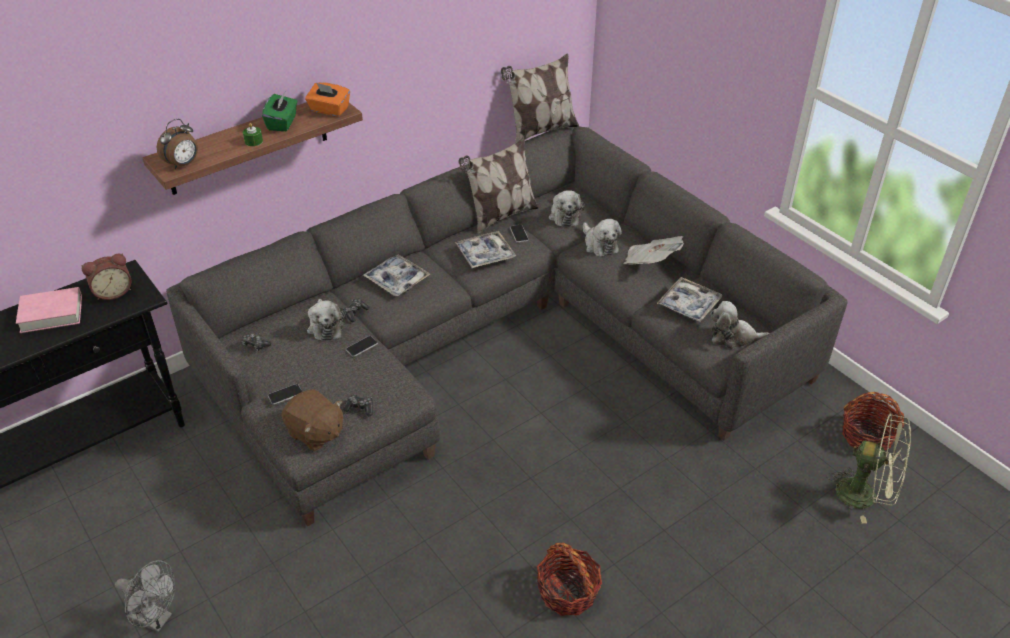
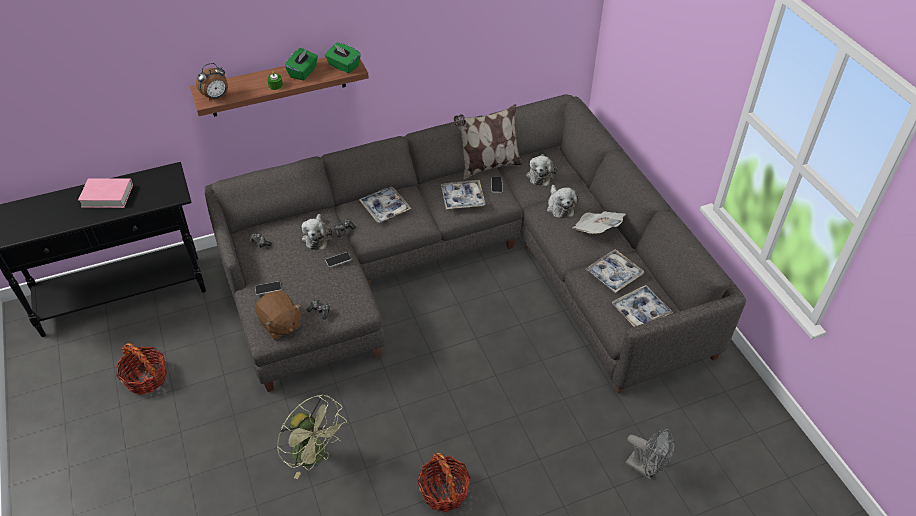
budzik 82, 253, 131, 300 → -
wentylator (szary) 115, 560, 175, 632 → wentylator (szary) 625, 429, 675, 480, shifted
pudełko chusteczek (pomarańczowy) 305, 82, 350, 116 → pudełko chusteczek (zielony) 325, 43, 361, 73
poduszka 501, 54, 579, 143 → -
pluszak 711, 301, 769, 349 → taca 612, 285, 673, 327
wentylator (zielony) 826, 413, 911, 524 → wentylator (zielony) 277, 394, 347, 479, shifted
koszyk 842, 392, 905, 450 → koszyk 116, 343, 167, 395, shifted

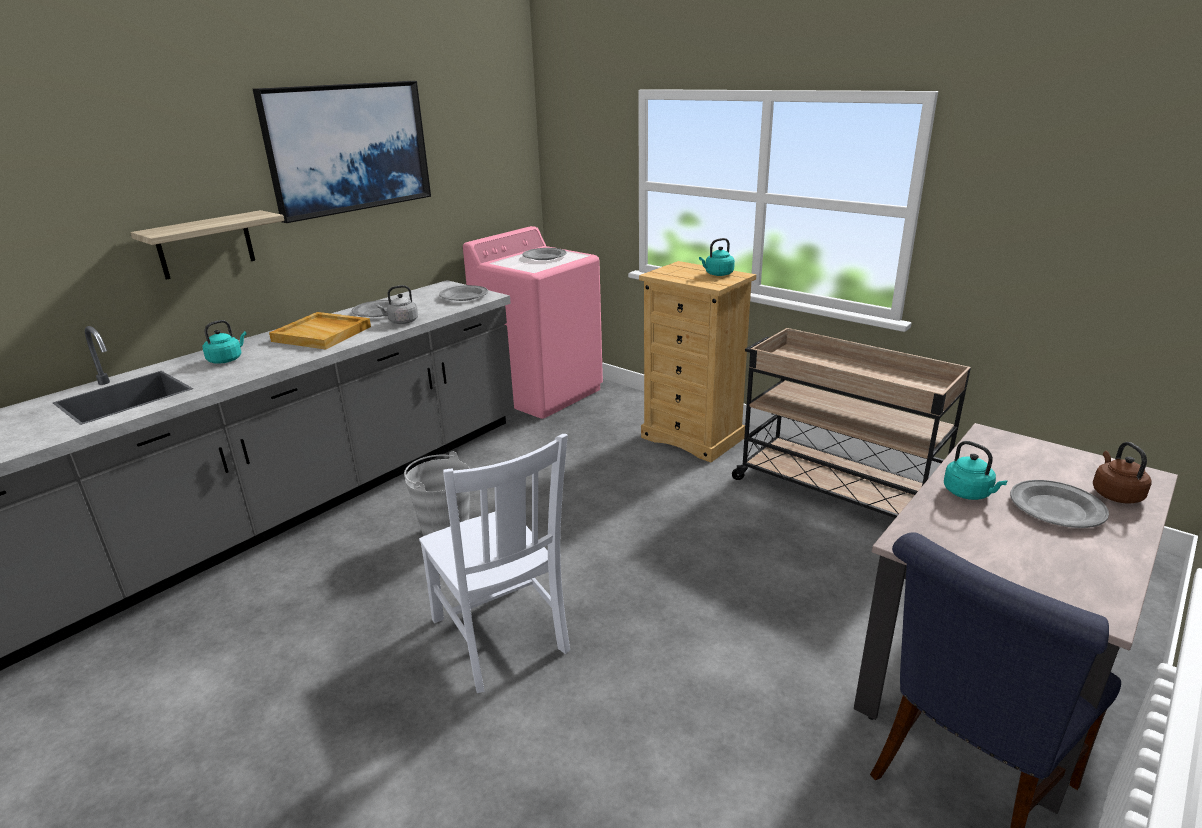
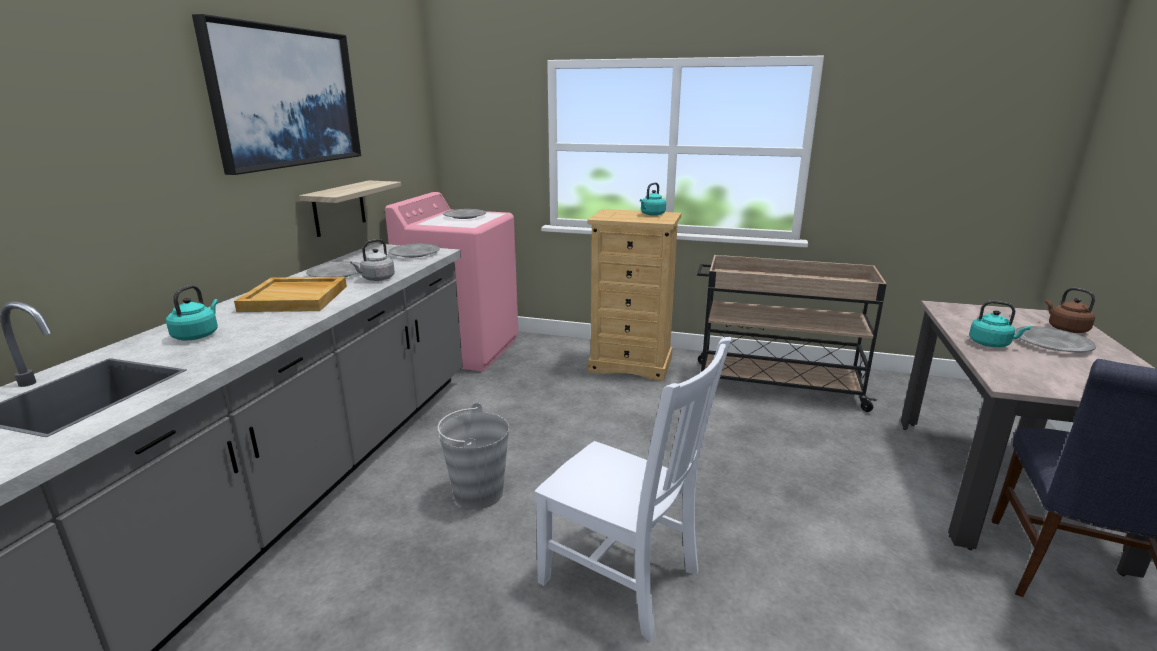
półka 130, 210, 284, 280 → półka 299, 180, 401, 237, shifted

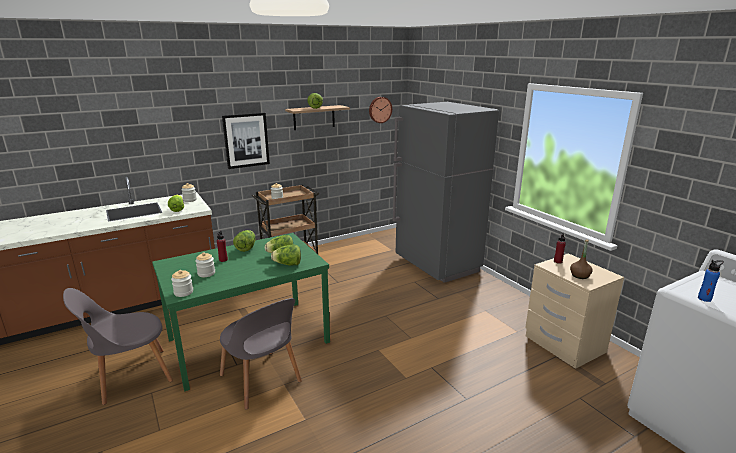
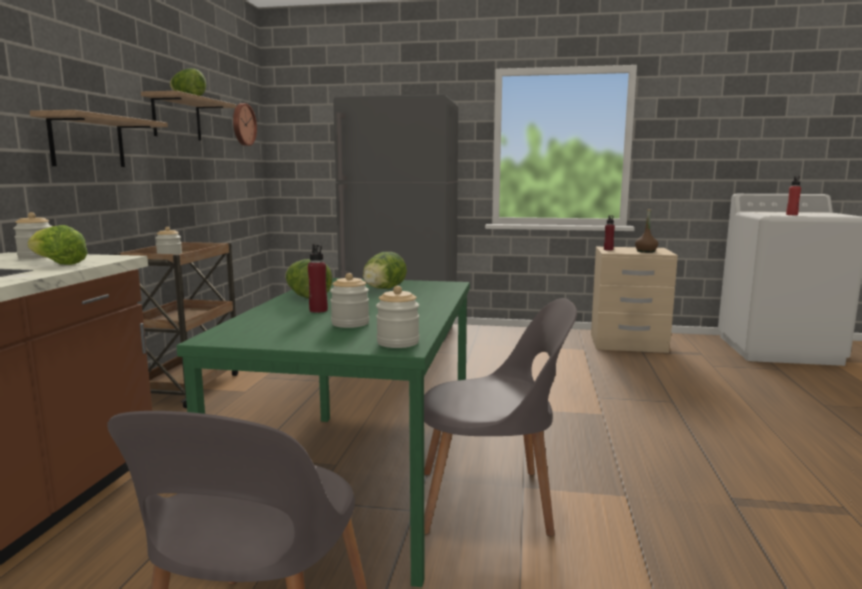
obraz 222, 113, 270, 169 → półka 30, 110, 168, 167
sałata 271, 245, 301, 265 → -
butelka (niebieski) 698, 260, 724, 302 → butelka (czerwony) 786, 176, 801, 215

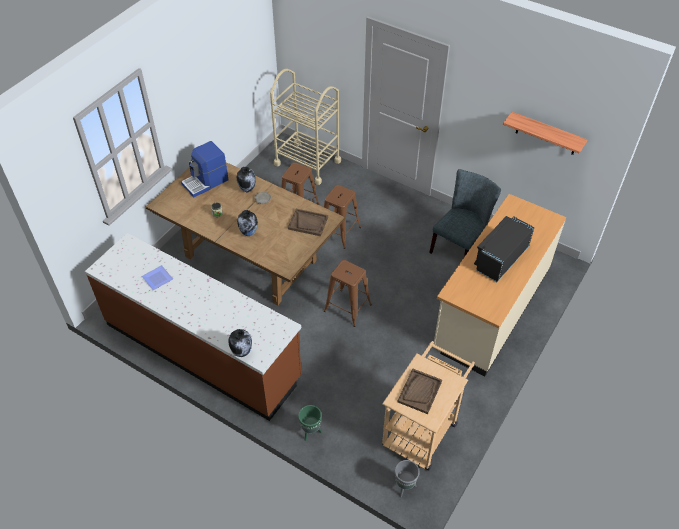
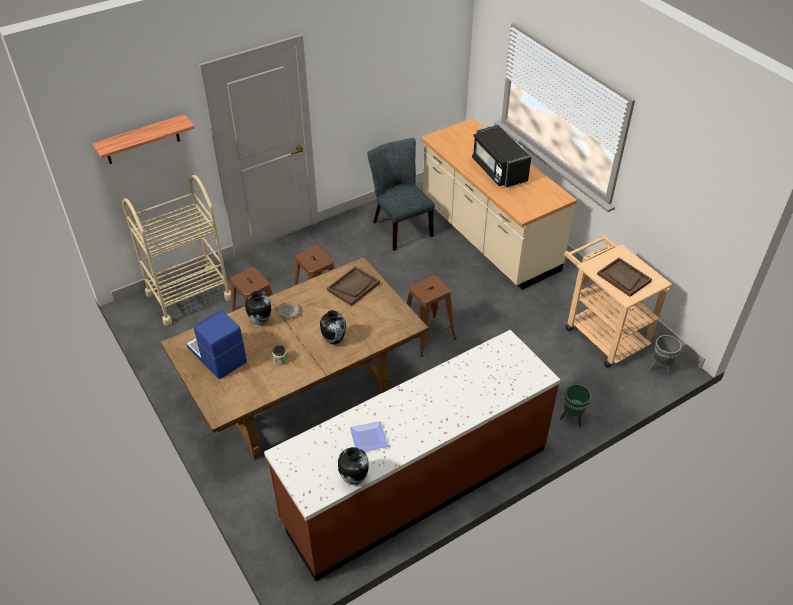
ekspres do kawy 181, 141, 229, 198 → ekspres do kawy 186, 311, 247, 379, 150 degrees clockwise
wazon 228, 329, 252, 357 → wazon 338, 447, 369, 485, shifted
półka 503, 112, 587, 155 → półka 92, 114, 194, 164, shifted

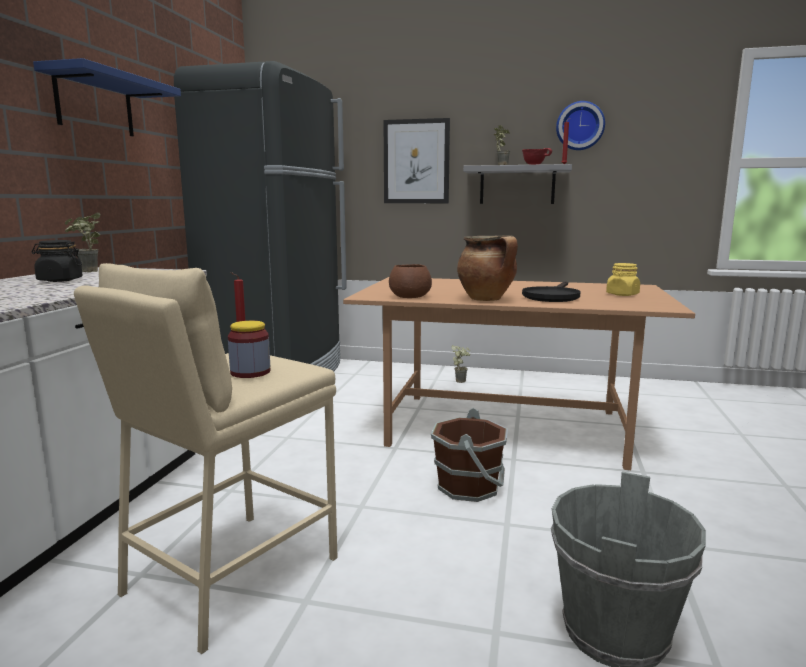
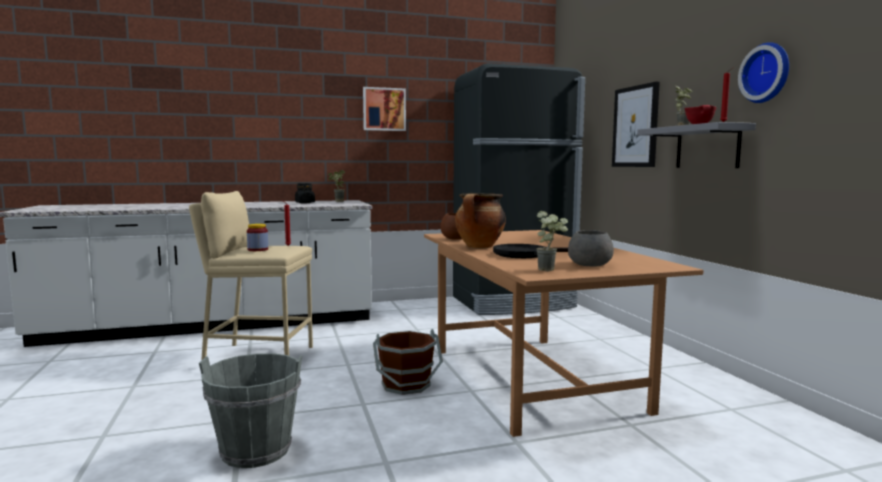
półka (niebieski) 33, 58, 181, 137 → obraz 363, 87, 406, 131
roślina doniczkowa 451, 345, 470, 383 → roślina doniczkowa 536, 211, 568, 271, shifted
słoik (żółty) 606, 263, 640, 296 → miska (szary) 568, 230, 614, 266

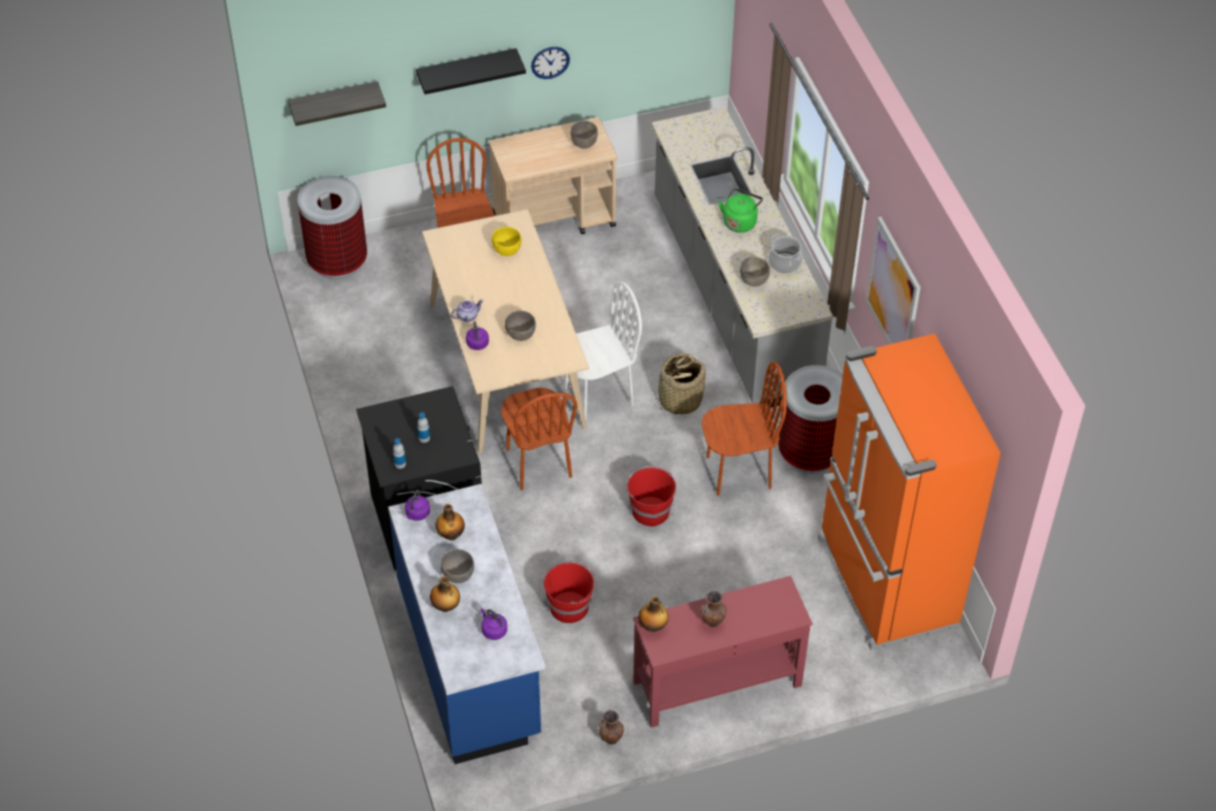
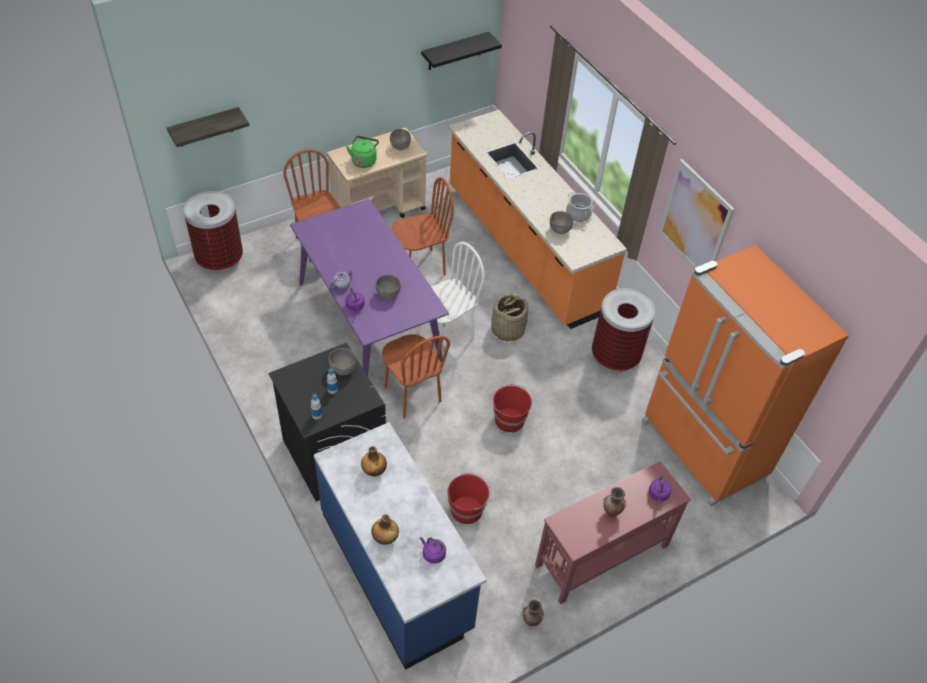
czajnik (fioletowy) 405, 490, 430, 521 → czajnik (fioletowy) 649, 475, 671, 502, shifted
półka (czarny) 416, 48, 526, 94 → półka (czarny) 421, 32, 502, 70, shifted
stół jadalny (beżowy) 422, 209, 589, 453 → stół jadalny (fioletowy) 290, 199, 449, 374
miska (szary) 440, 549, 474, 583 → miska (szary) 328, 348, 356, 375, shifted
miska (żółty) 492, 227, 521, 256 → -
zegar ścienny 531, 47, 570, 79 → -
butelka 638, 596, 669, 632 → -
zabudowa kuchenna (szary) 651, 107, 833, 408 → zabudowa kuchenna (pomarańczowy) 448, 110, 627, 329
krzesło (brązowy) 702, 361, 787, 496 → krzesło (brązowy) 391, 177, 454, 276, shifted
czajnik (zielony) 718, 188, 763, 233 → czajnik (zielony) 346, 136, 379, 168, shifted

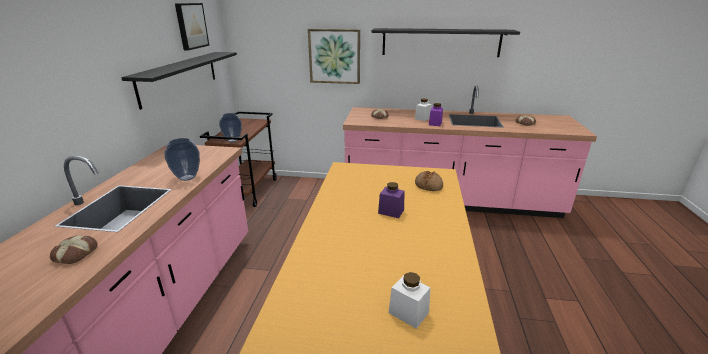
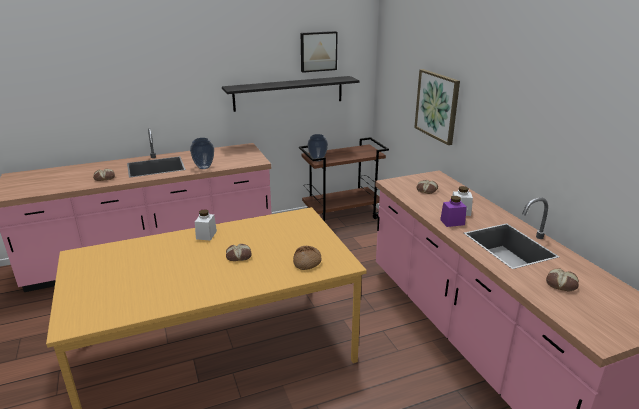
półka (czarny) 372, 28, 520, 57 → -
słoik (fioletowy) 378, 182, 404, 218 → chleb 226, 244, 252, 261
słoik (biały) 389, 272, 430, 329 → słoik (biały) 195, 209, 217, 241, shifted

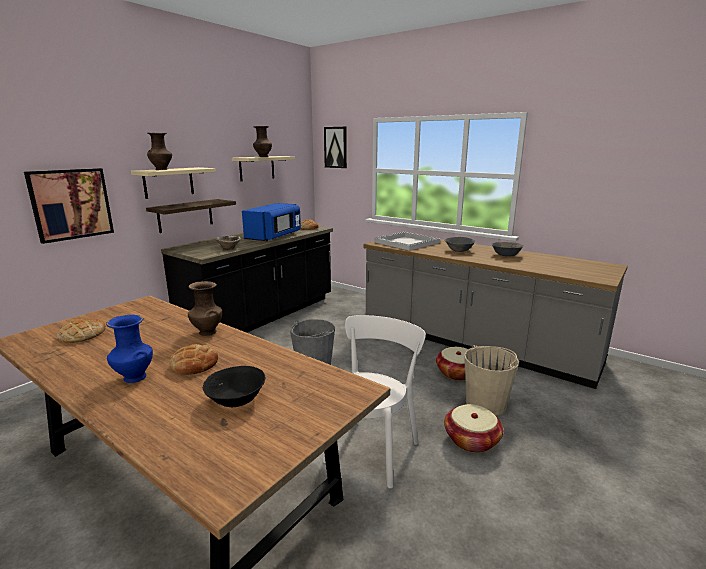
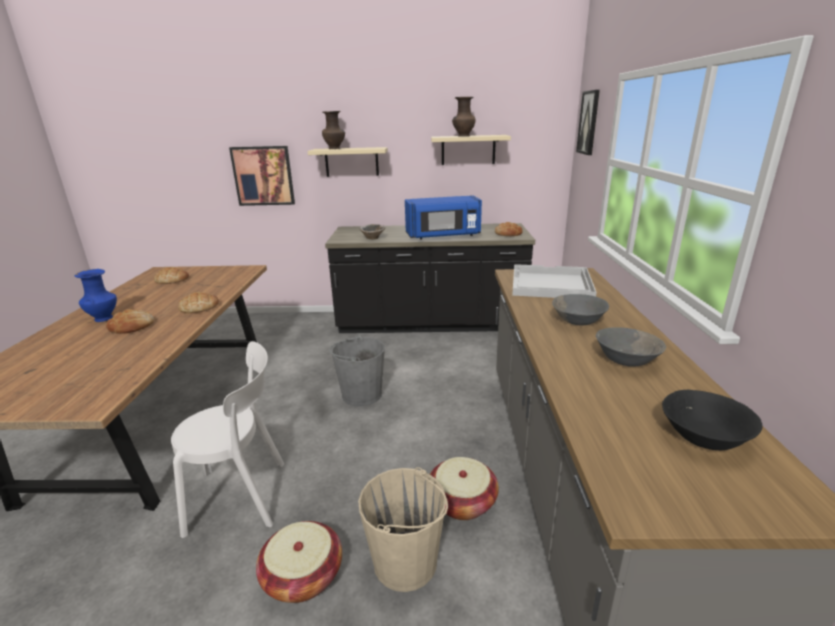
półka 146, 199, 236, 233 → -
wazon (brązowy) 188, 281, 222, 336 → chleb 178, 292, 219, 313
miska (czarny) 203, 366, 265, 407 → miska (czarny) 662, 390, 762, 450, shifted

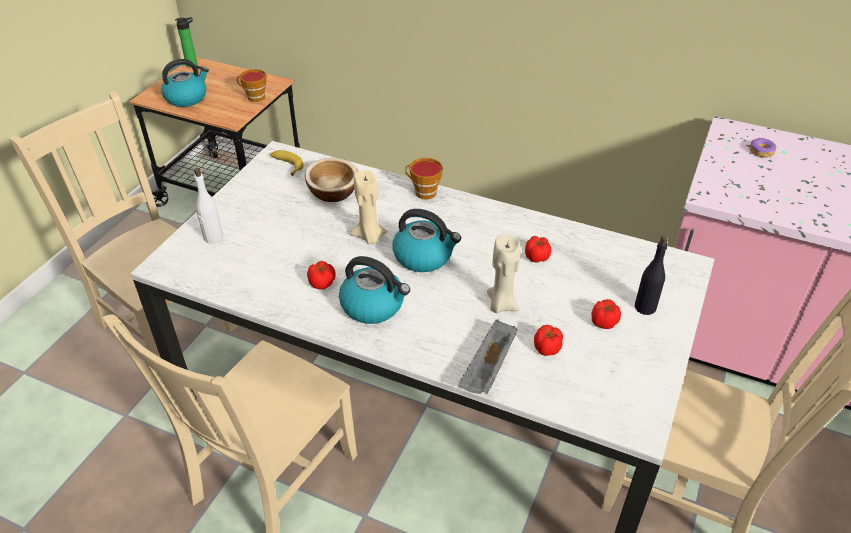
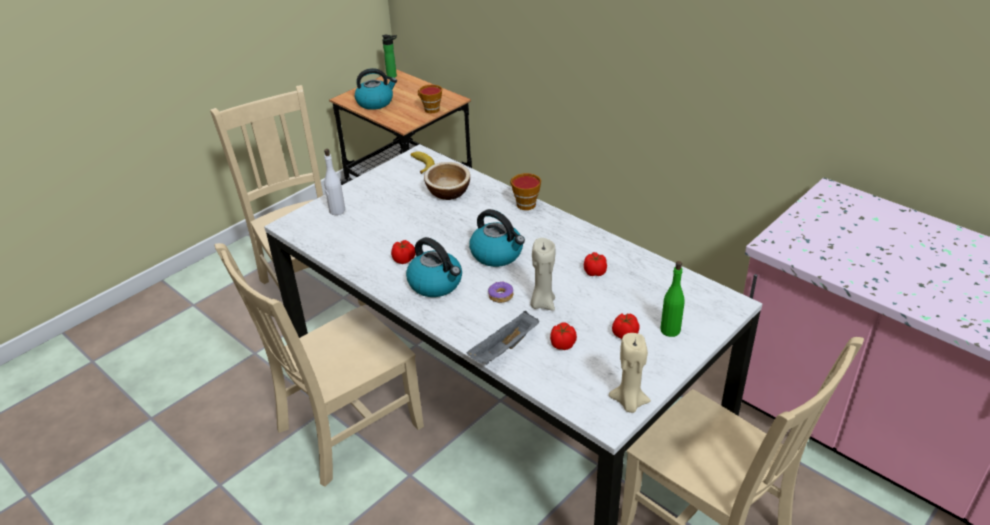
świeca (beżowy) 350, 171, 388, 244 → świeca (beżowy) 609, 333, 651, 413, shifted
butelka (czarny) 635, 236, 668, 315 → butelka (zielony) 660, 261, 685, 337
donut 750, 138, 776, 158 → donut 488, 281, 514, 303, shifted

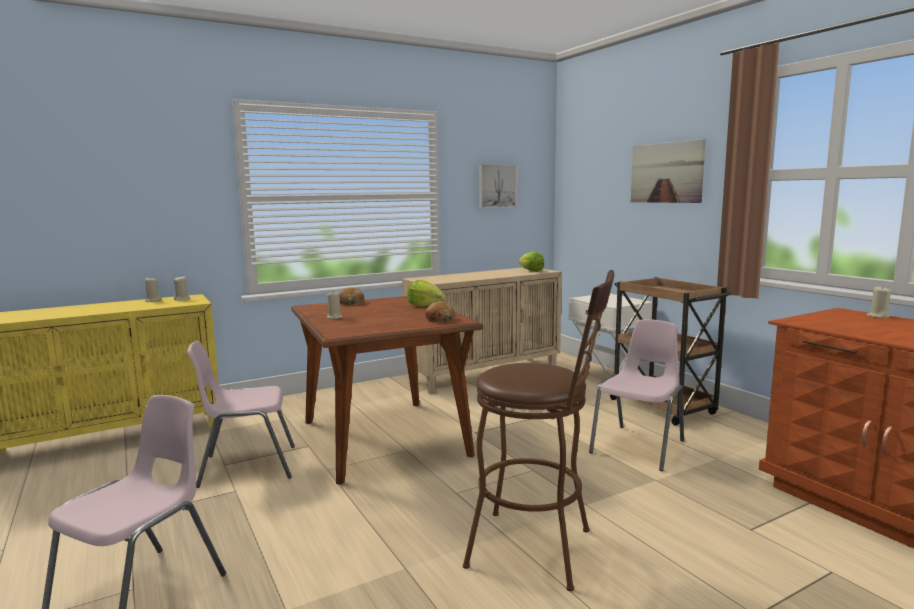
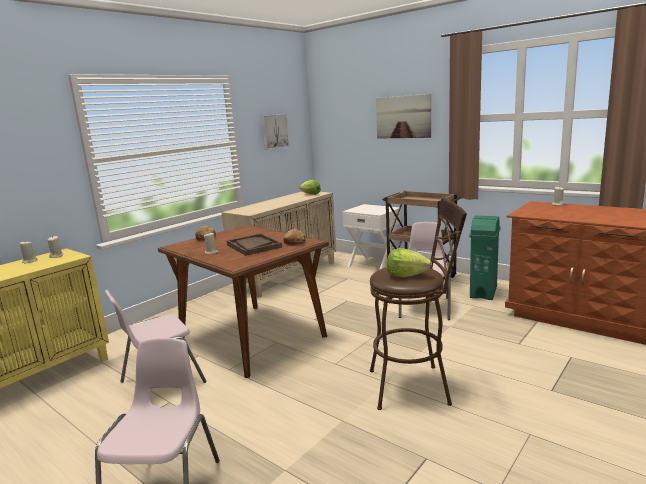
sałata 407, 280, 446, 307 → sałata 387, 248, 432, 277, shifted
- → taca (brązowy) 227, 234, 282, 256
- → kosz na śmieci (zielony) 470, 215, 500, 300

